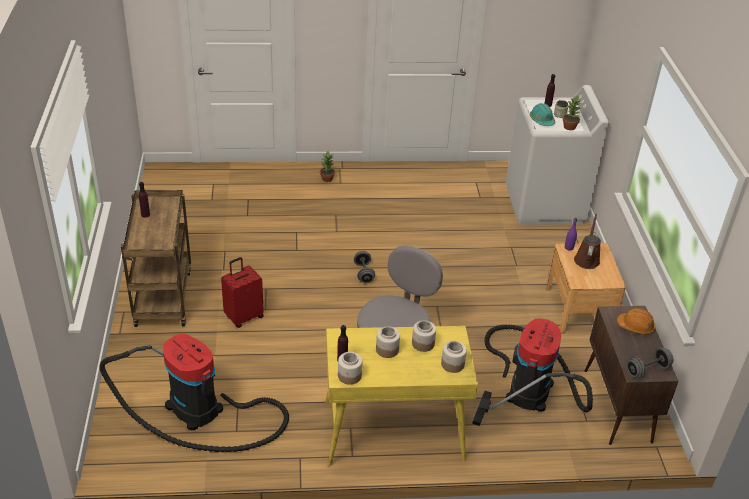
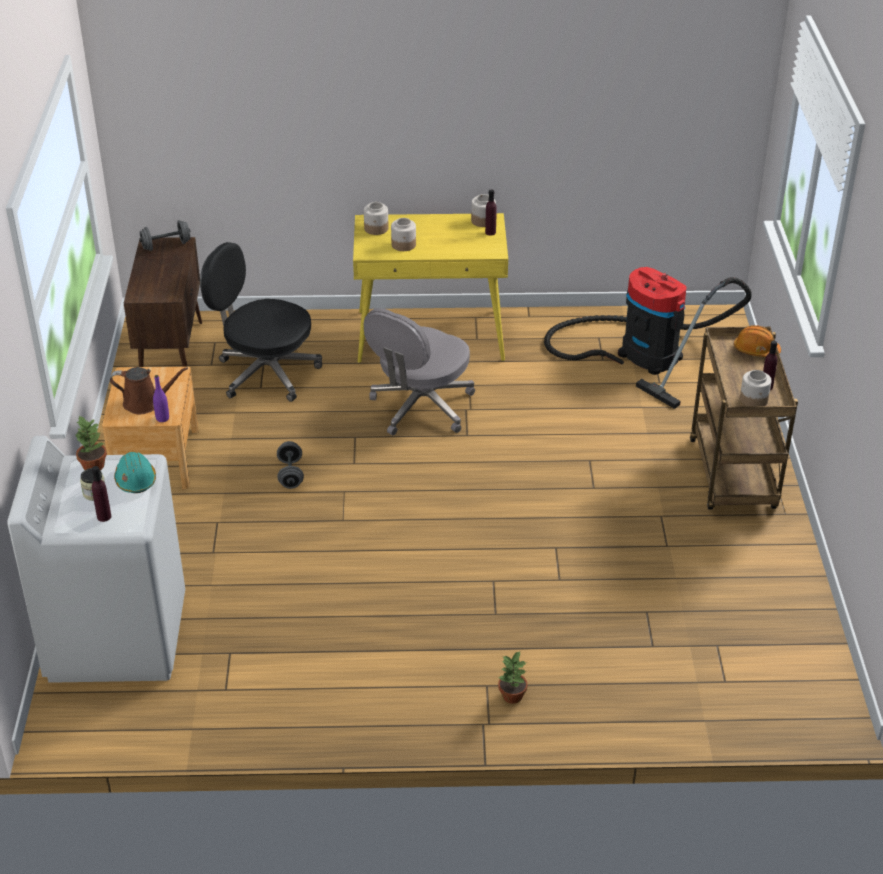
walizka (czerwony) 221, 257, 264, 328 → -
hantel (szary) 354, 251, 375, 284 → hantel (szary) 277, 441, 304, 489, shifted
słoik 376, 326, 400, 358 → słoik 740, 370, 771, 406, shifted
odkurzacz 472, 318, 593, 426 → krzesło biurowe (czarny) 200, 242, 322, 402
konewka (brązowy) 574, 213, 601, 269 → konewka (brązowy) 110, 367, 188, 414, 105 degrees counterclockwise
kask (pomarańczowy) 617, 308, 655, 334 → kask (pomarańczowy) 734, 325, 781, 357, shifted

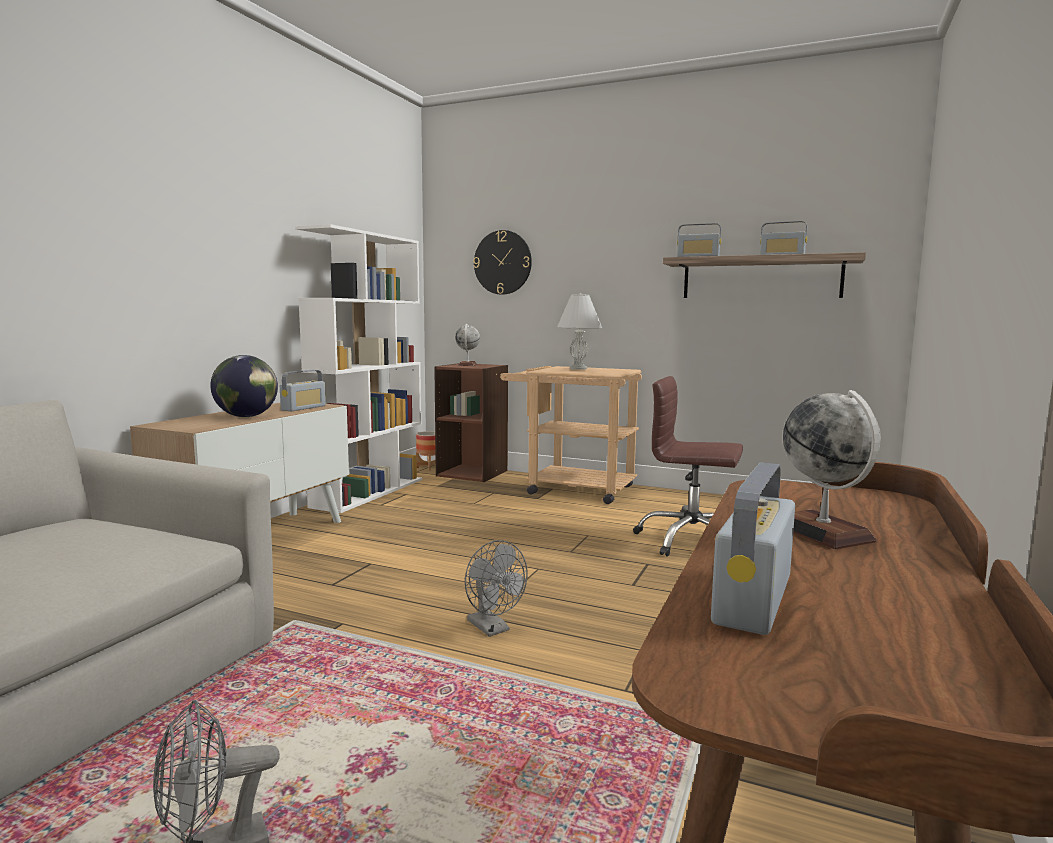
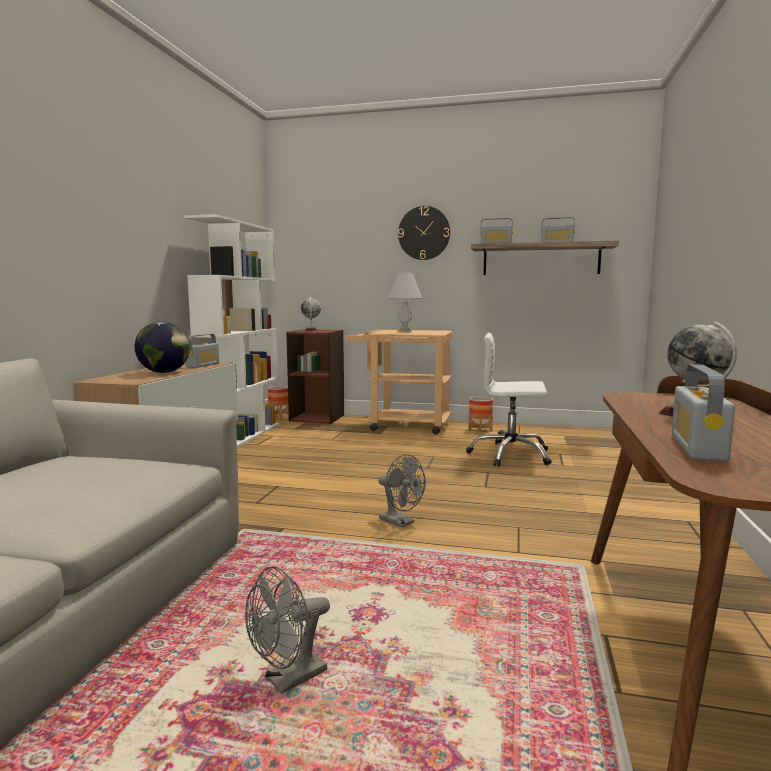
zegar ścienny 473, 230, 532, 295 → zegar ścienny 398, 206, 450, 260, shifted
krzesło biurowe (brązowy) 633, 376, 743, 556 → krzesło biurowe (biały) 466, 333, 552, 467
- → donica 468, 397, 493, 433

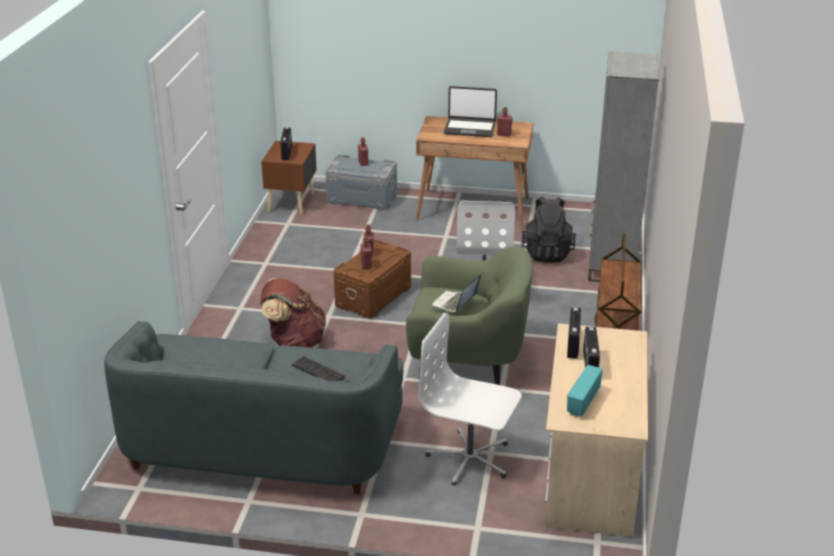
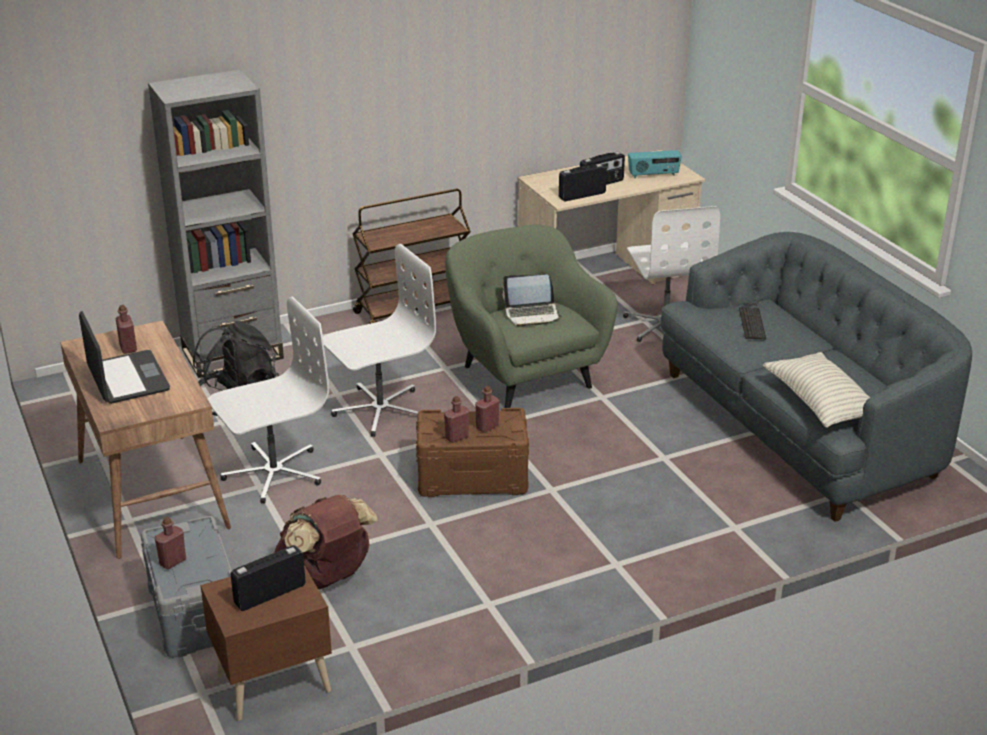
plecak (brązowy) 260, 278, 326, 348 → plecak (brązowy) 274, 495, 378, 590, shifted
- → krzesło biurowe (biały) 208, 296, 329, 504
- → poduszka 763, 352, 870, 428

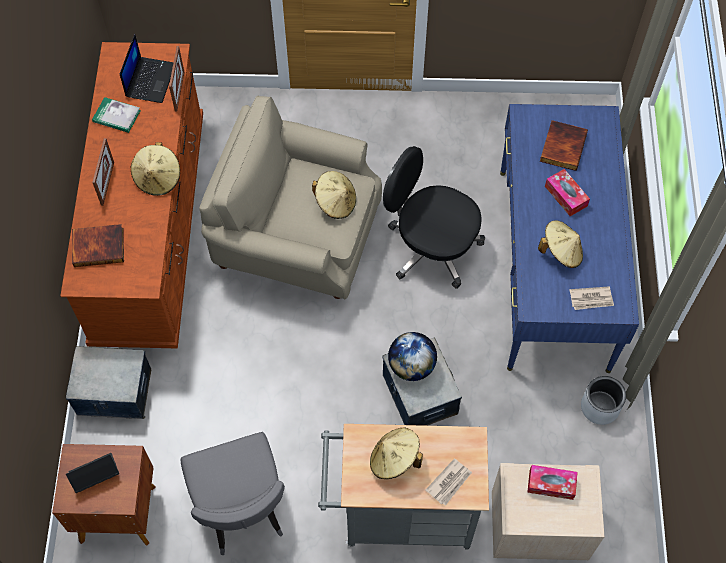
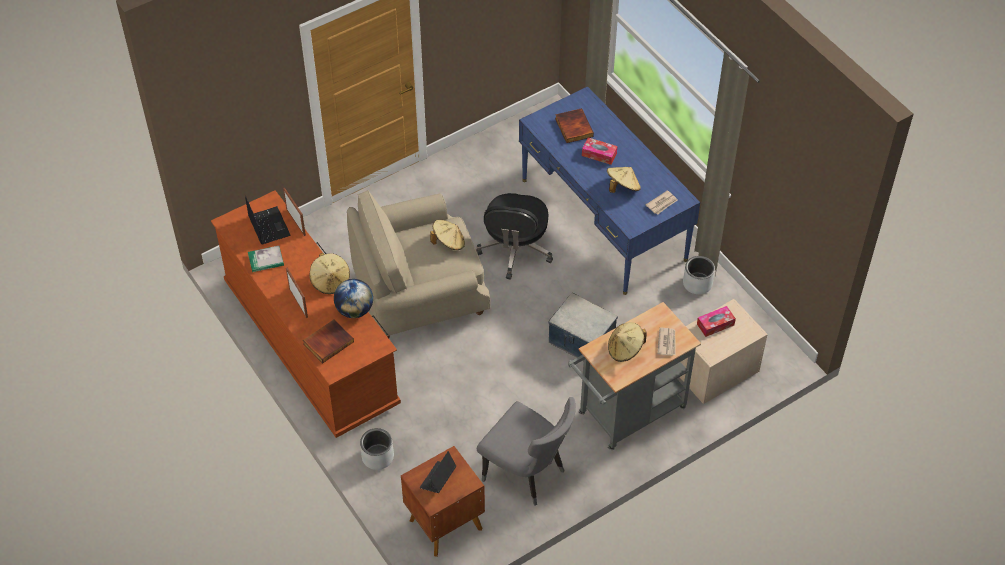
pojemnik do przechowywania 65, 346, 152, 419 → donica (szary) 360, 428, 394, 470
krzesło biurowe (czarny) 383, 146, 485, 289 → krzesło biurowe (czarny) 476, 193, 553, 280, 75 degrees counterclockwise
globus 388, 332, 437, 381 → globus 334, 279, 373, 318, shifted

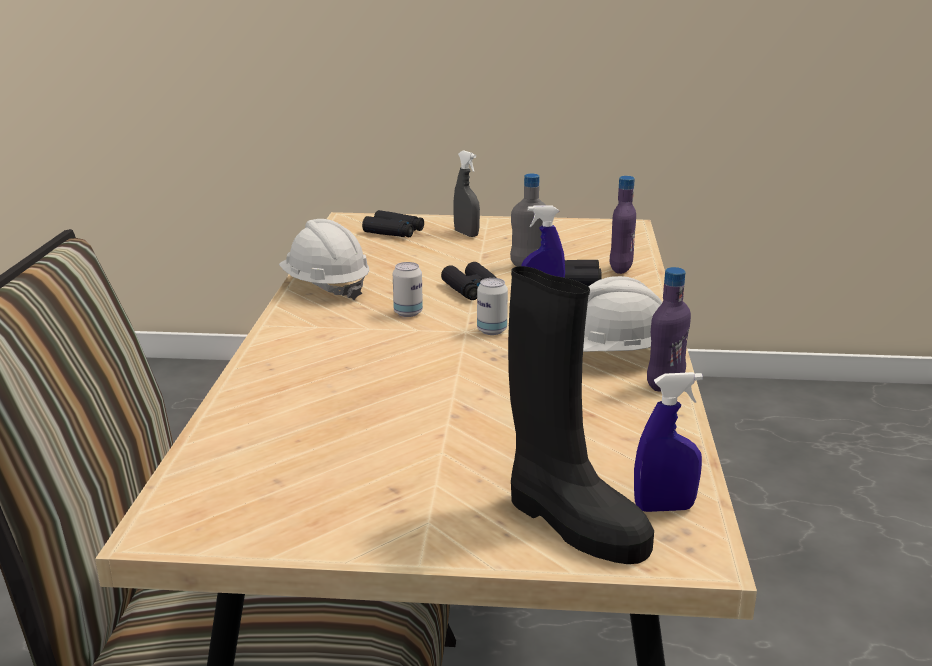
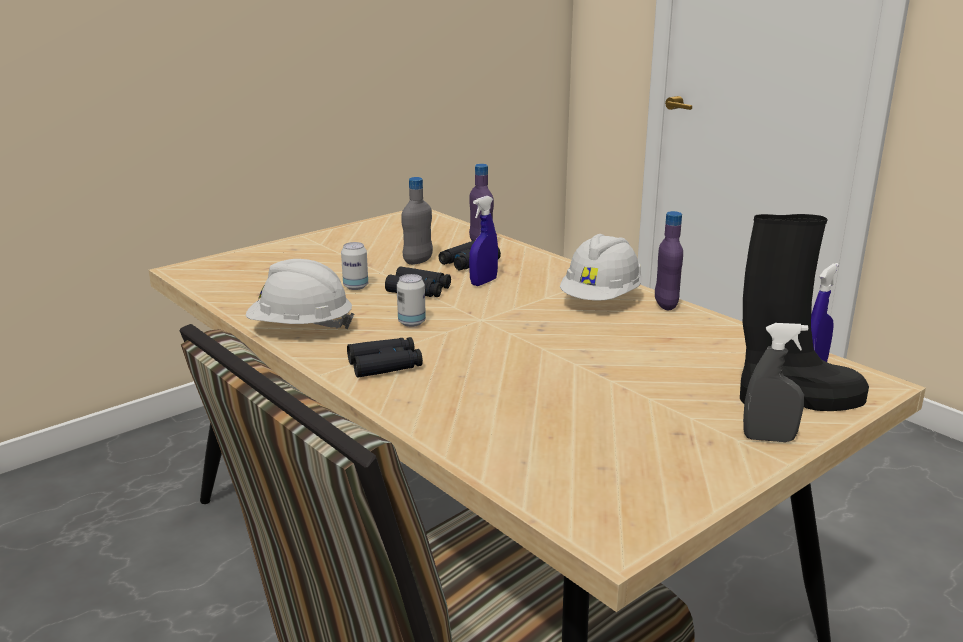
lornetka (czarny) 362, 210, 424, 237 → lornetka (czarny) 347, 337, 423, 378, shifted
spryskiwacz (szary) 453, 150, 480, 237 → spryskiwacz (szary) 743, 323, 808, 442, shifted
puszka 477, 278, 508, 335 → puszka 341, 242, 368, 290, shifted

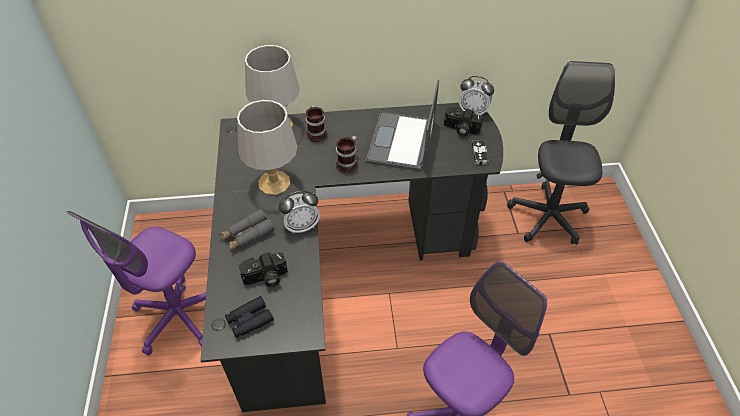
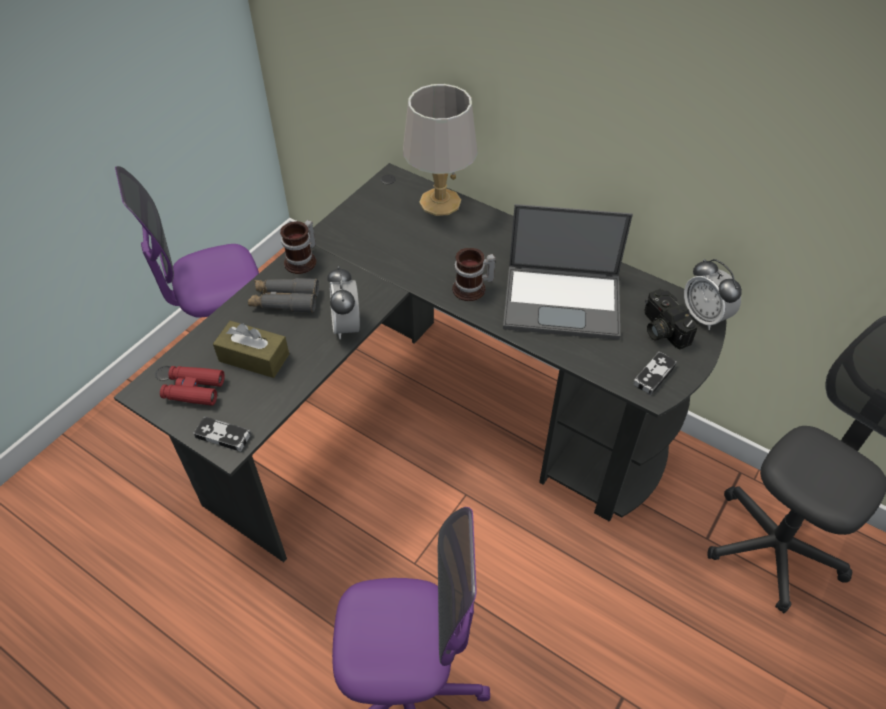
lornetka (czarny) 225, 296, 274, 338 → lornetka (czerwony) 160, 366, 225, 406
lampa stołowa (szary) 237, 100, 298, 195 → -
aparat fotograficzny 239, 252, 288, 287 → pudełko chusteczek (brązowy) 213, 321, 289, 378
budzik 279, 191, 320, 234 → budzik 327, 266, 360, 339, 60 degrees clockwise
kubek 305, 105, 328, 142 → kubek 280, 220, 316, 274, shifted
laptop 366, 80, 439, 172 → laptop 503, 204, 633, 340, 135 degrees counterclockwise
- → pad do gier 194, 416, 251, 452

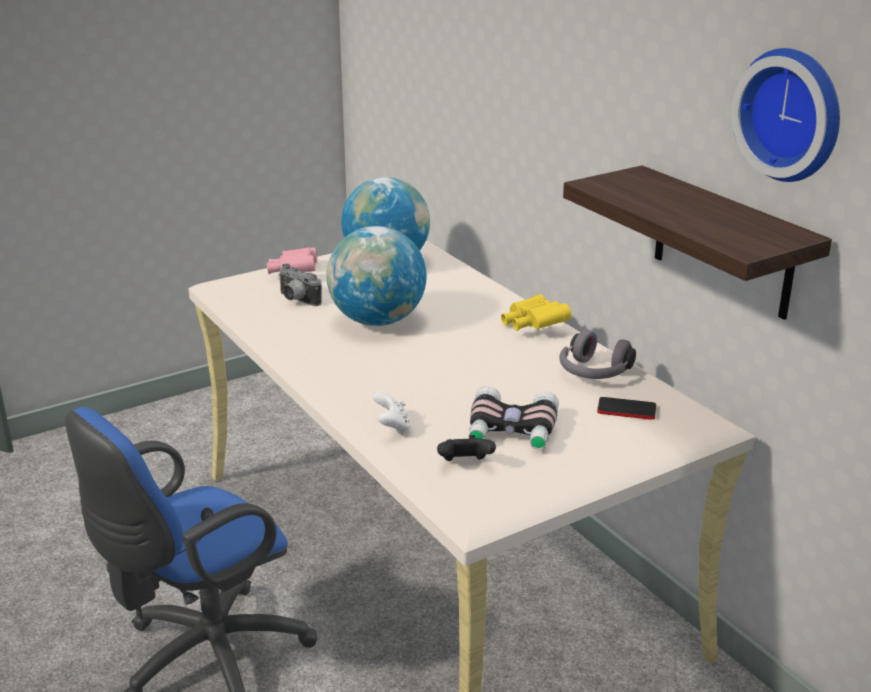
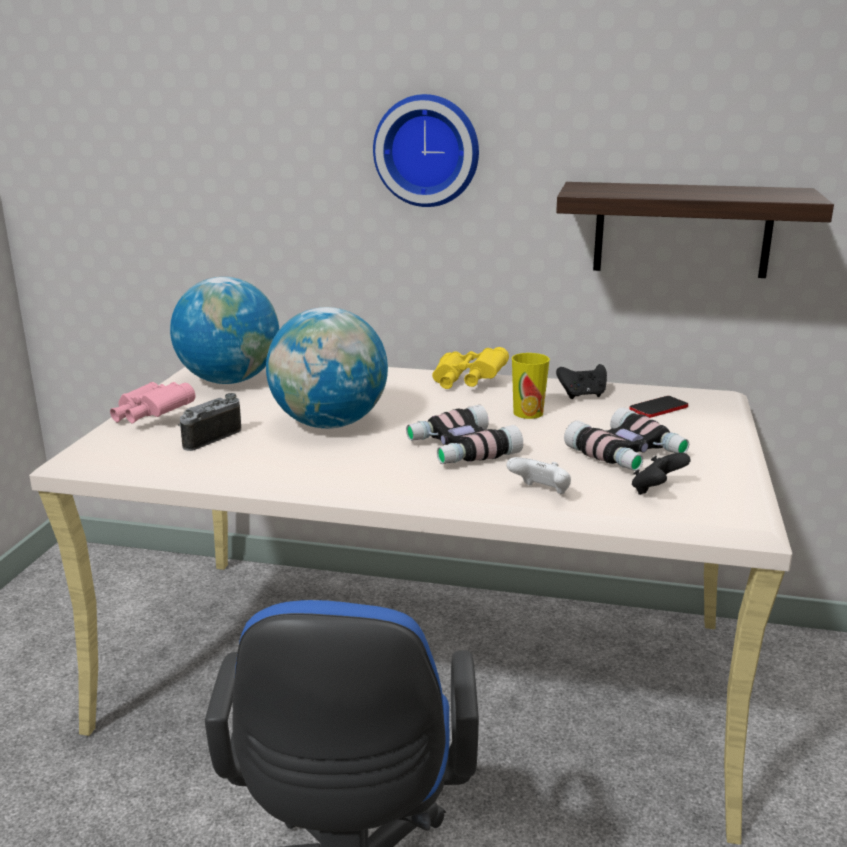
aparat fotograficzny 278, 264, 322, 306 → aparat fotograficzny 178, 393, 241, 451, 135 degrees clockwise
słuchawki (szary) 560, 330, 636, 379 → pad do gier (czarny) 556, 364, 607, 399
zegar ścienny 731, 48, 840, 182 → zegar ścienny 373, 94, 479, 207, shifted
- → lornetka 406, 405, 523, 464
- → filiżanka 512, 353, 550, 419

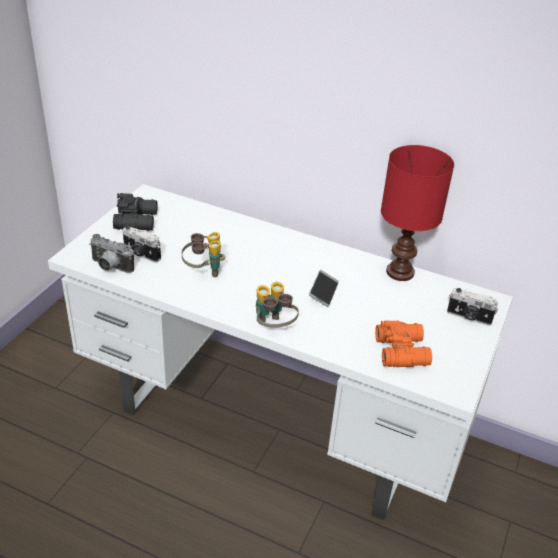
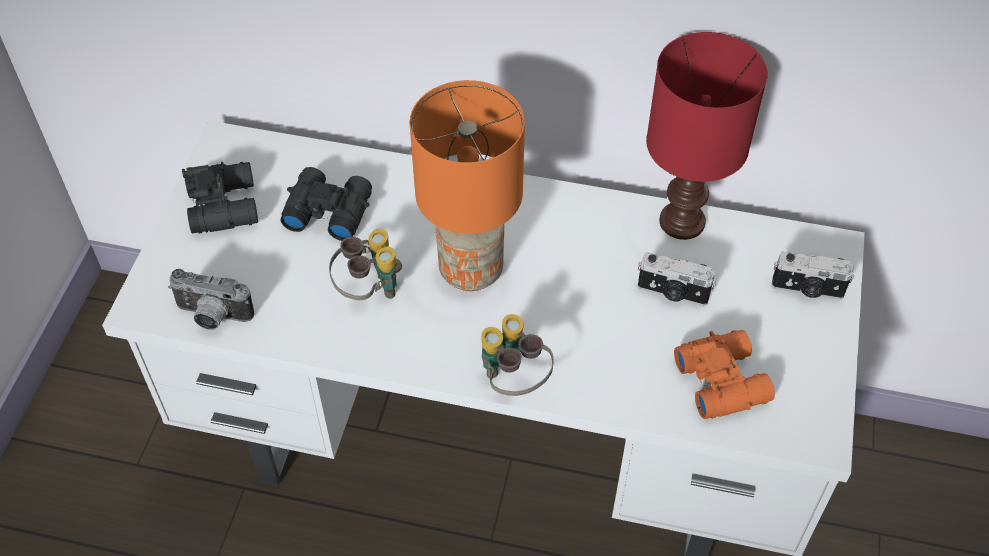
aparat fotograficzny 122, 225, 161, 263 → aparat fotograficzny 638, 253, 716, 306, shifted
telefon 309, 270, 339, 307 → -
- → lornetka (czarny) 280, 167, 372, 241
- → lampa stołowa (pomarańczowy) 410, 80, 525, 291

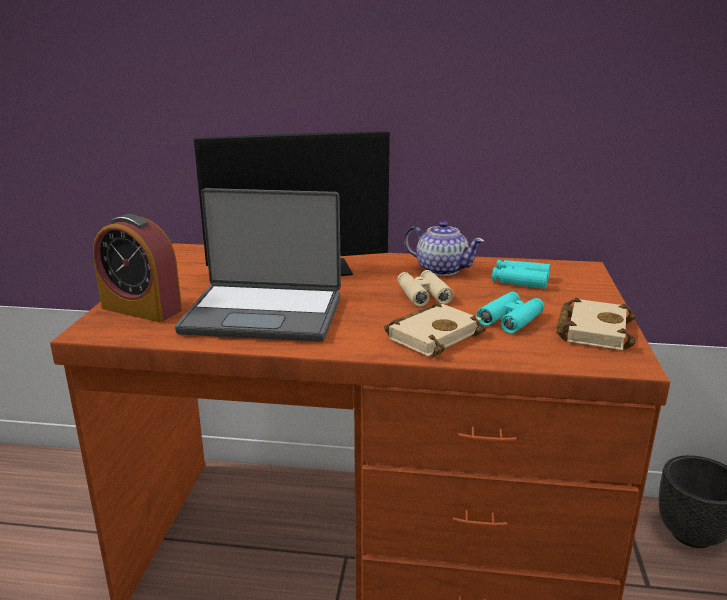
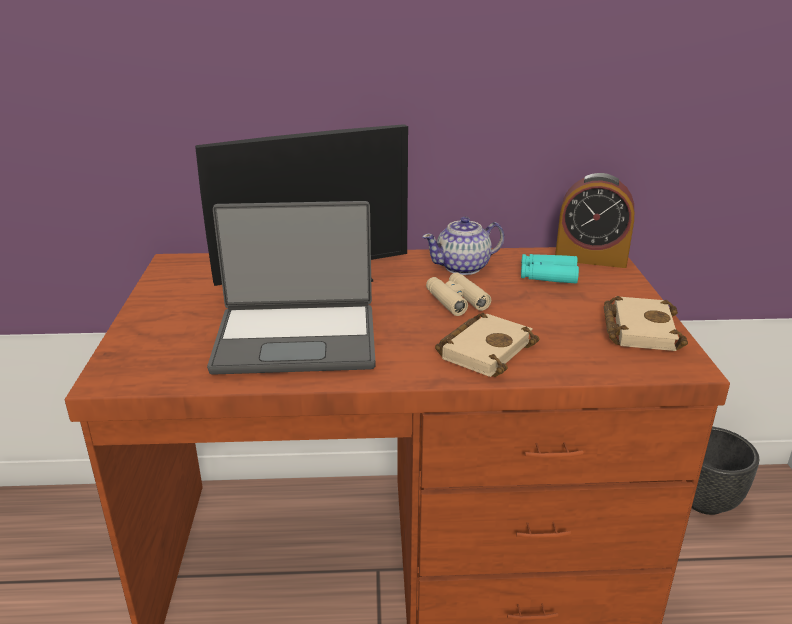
budzik 93, 214, 182, 322 → budzik 555, 173, 634, 268, shifted
imbryk 404, 221, 484, 276 → imbryk 422, 217, 504, 275, 135 degrees clockwise
lornetka (turkusowy) 476, 292, 544, 334 → -

